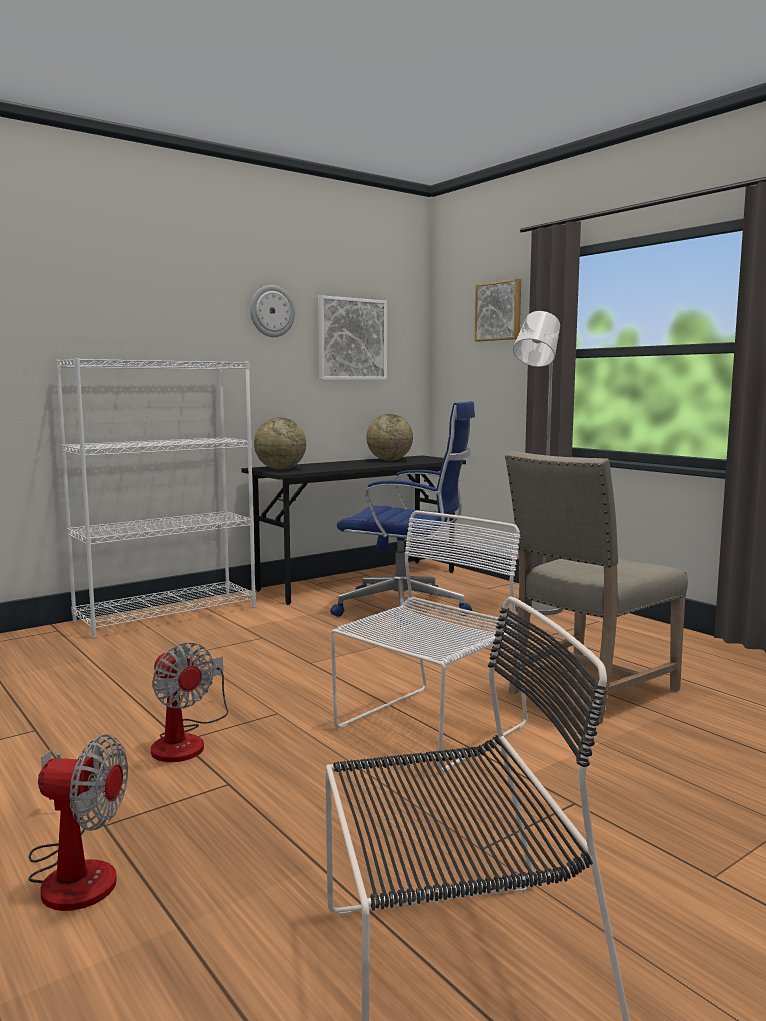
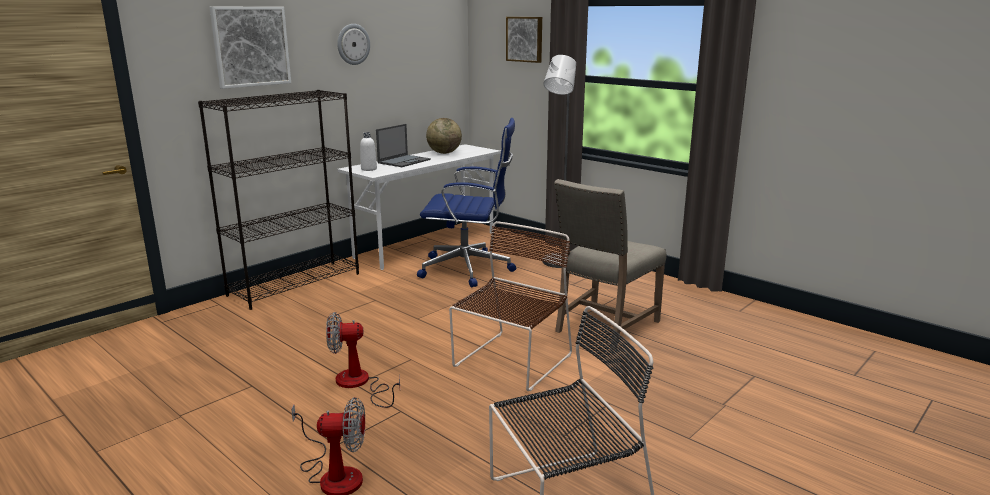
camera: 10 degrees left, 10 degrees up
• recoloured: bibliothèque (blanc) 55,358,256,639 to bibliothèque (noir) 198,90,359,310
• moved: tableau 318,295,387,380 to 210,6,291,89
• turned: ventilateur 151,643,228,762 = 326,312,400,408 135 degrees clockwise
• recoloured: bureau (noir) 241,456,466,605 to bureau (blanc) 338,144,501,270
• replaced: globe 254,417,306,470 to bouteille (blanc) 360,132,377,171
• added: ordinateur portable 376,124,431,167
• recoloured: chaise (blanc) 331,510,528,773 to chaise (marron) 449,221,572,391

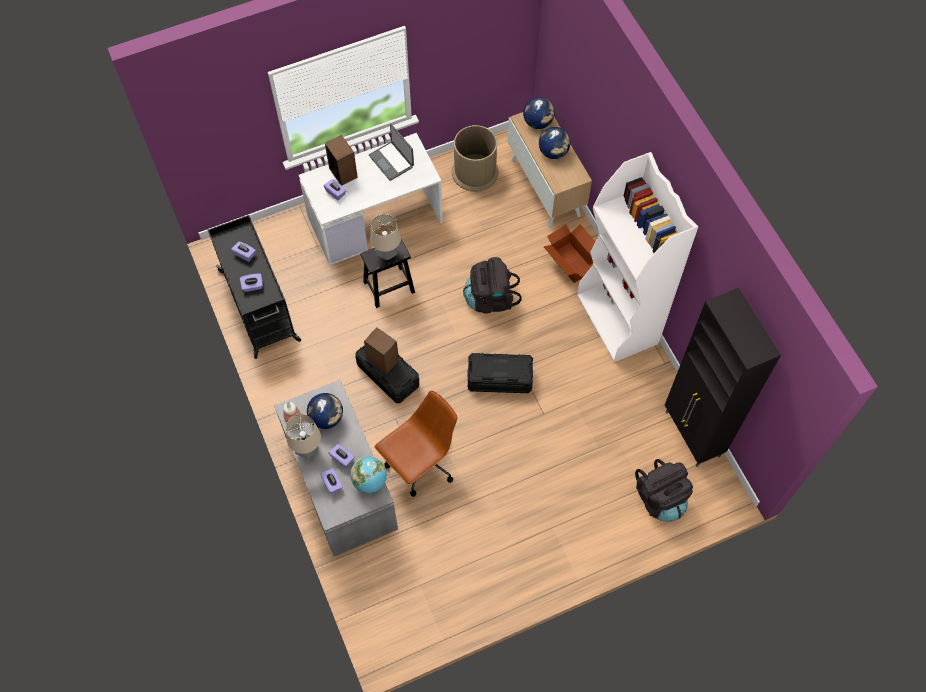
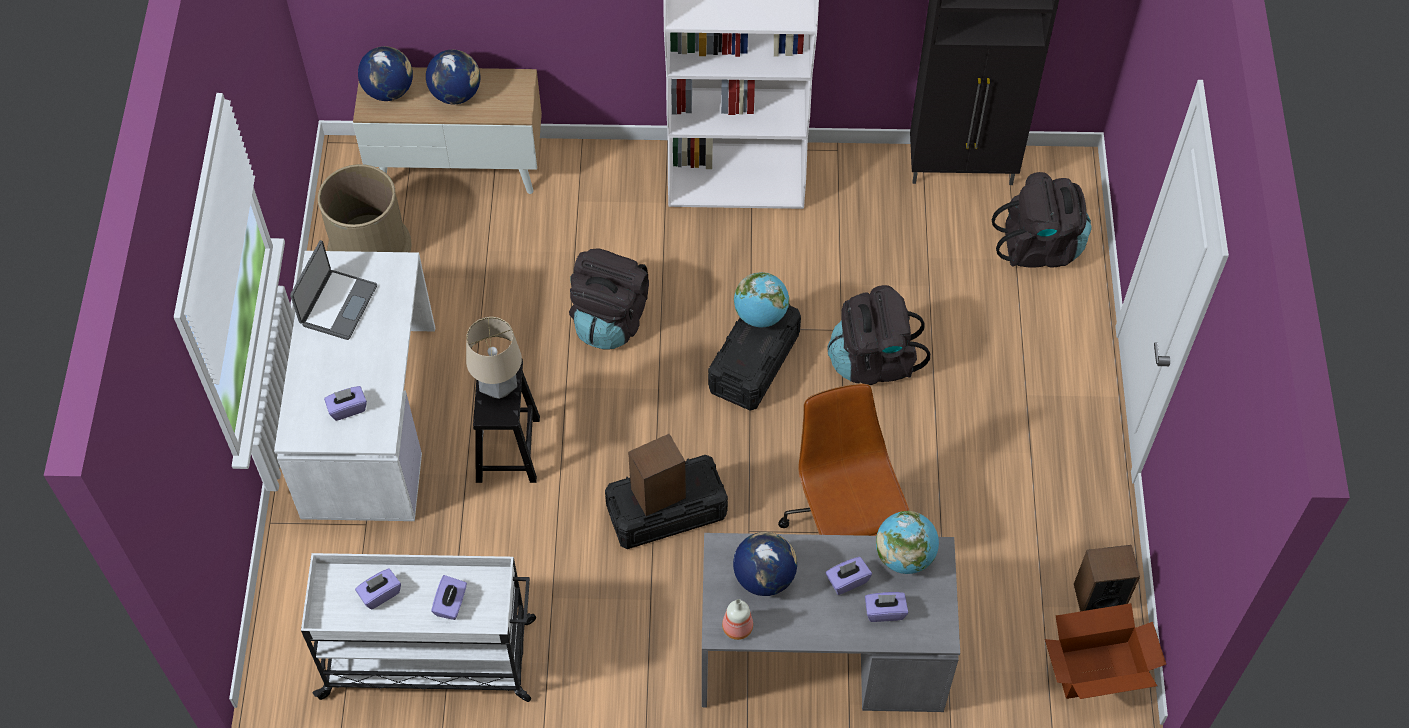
camera: 65 degrees left, 5 degrees down
• turned: ordinateur portable 369,124,414,181 = 290,240,377,340 60 degrees counterclockwise
• recoloured: chariot (noir) 208,215,301,359 to chariot (blanc) 301,553,536,702
• added: globe 734,272,789,327
• added: sac à dos (noir) 828,285,930,385
• moved: carton 544,224,596,283 to 1045,603,1166,699
• moved: enceinte 325,135,358,185 to 1074,545,1140,611
• removed: lampe de table 286,414,321,459

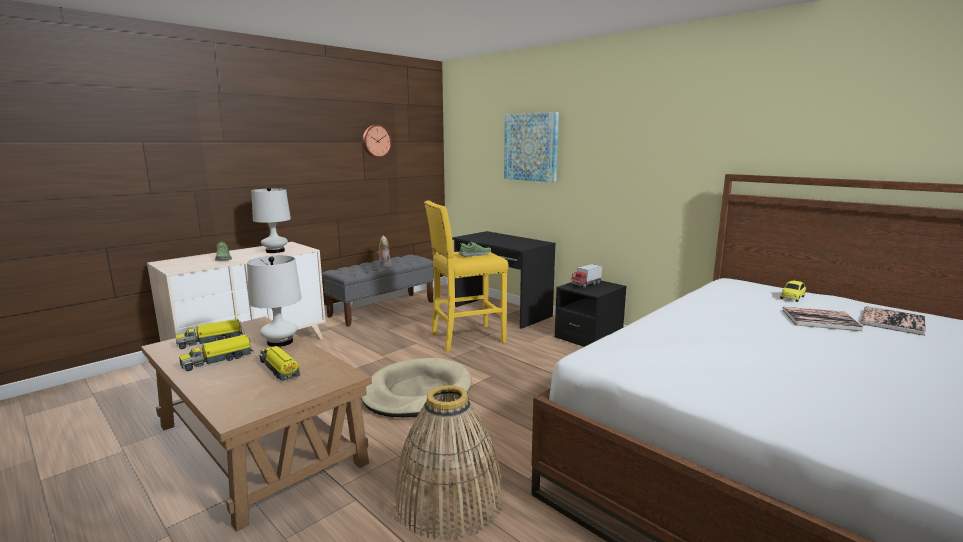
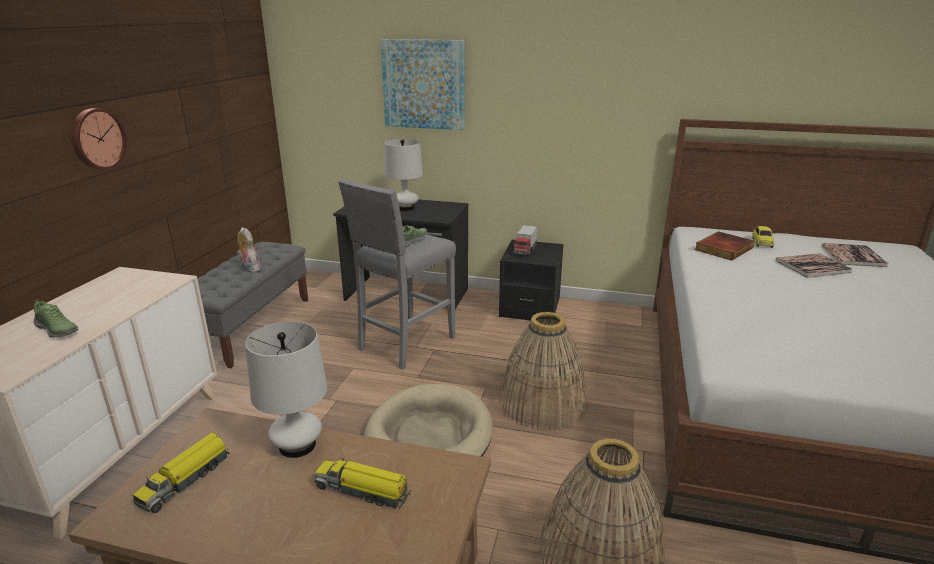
camera: 30 degrees left, 10 degrees up
• moved: horloge murale 363,125,392,158 to 71,108,127,170
• recoloured: tabouret (jaune) 424,200,509,352 to tabouret (gris) 338,178,456,370
• moved: lampe de table (blanc) 252,187,291,253 to 385,139,423,211
• added: panier 499,312,588,431
• added: livre 694,231,755,260
• removed: camion jouet 179,334,254,371

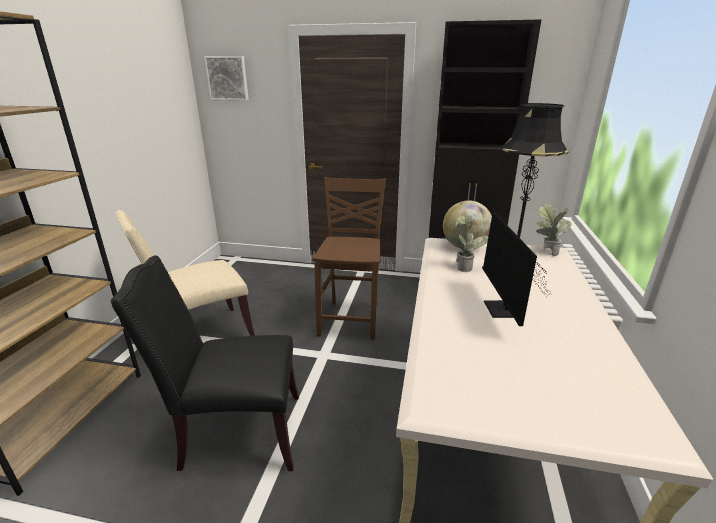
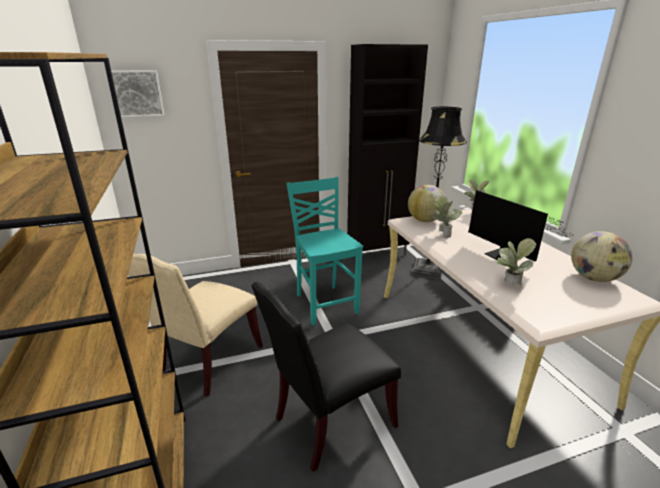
camera: 30 degrees left, 0 degrees up
• recoloured: chaise (marron) 313,177,386,340 to chaise (turquoise) 286,177,363,326
• added: plante en pot 497,238,536,285
• added: globe 571,231,633,282

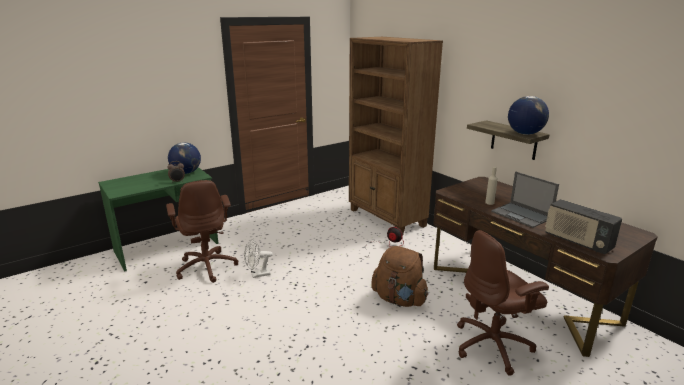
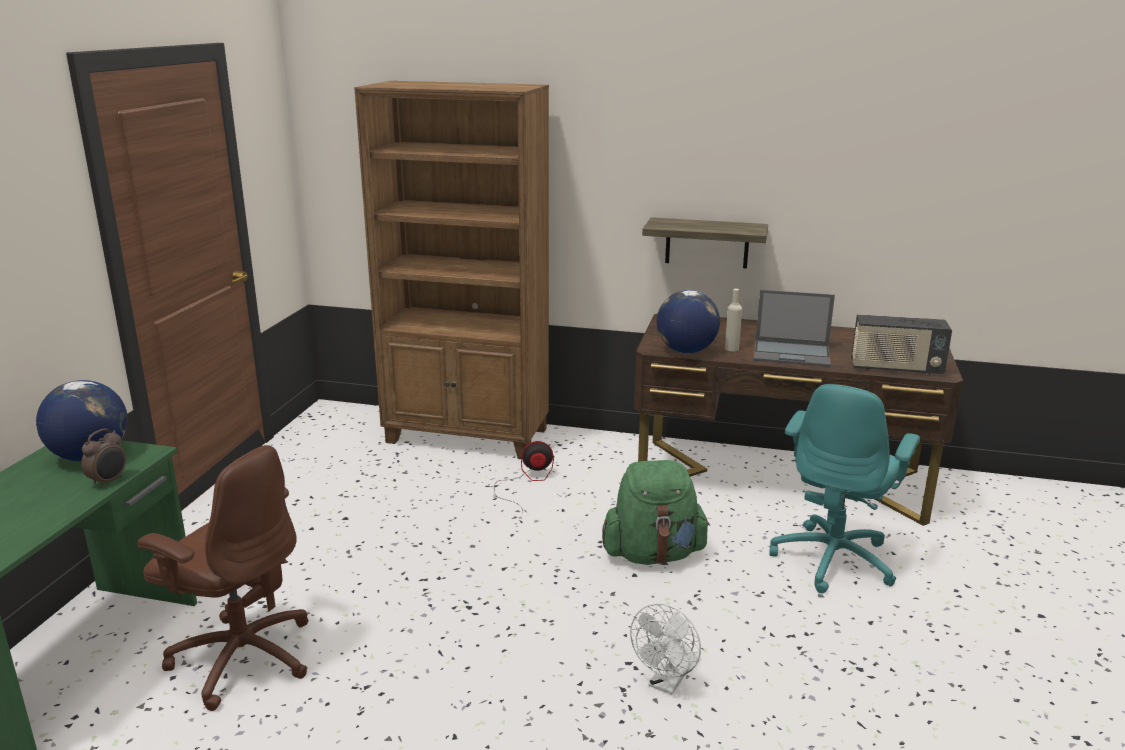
camera: 40 degrees left, 0 degrees up
• recoloured: sac à dos (marron) 371,246,428,307 to sac à dos (vert) 602,460,710,564
• moved: ventilateur (blanc) 244,239,273,278 to 630,604,701,695
• moved: globe 508,96,549,135 to 657,290,720,353
• recoloured: chaise de bureau (marron) 457,230,549,376 to chaise de bureau (turquoise) 769,384,920,593

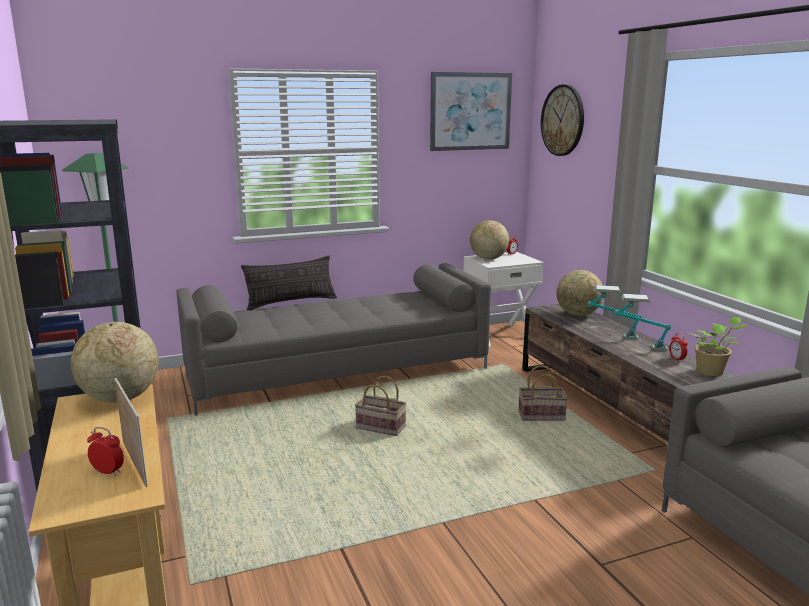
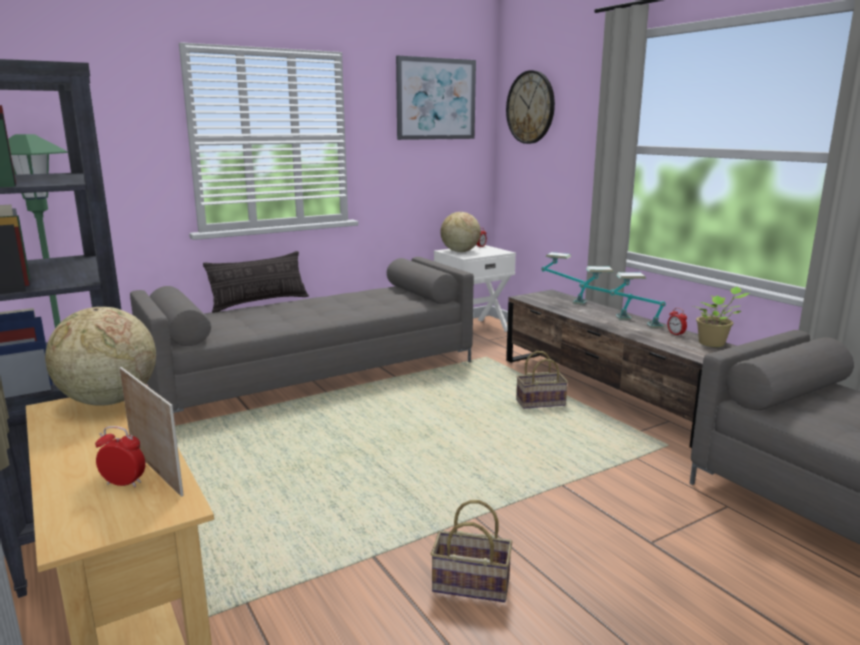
camera: 10 degrees left, 0 degrees up
• moved: panier 355,376,407,436 to 431,500,512,602
• replaced: globe 556,270,603,316 to lampe de table 541,252,589,304

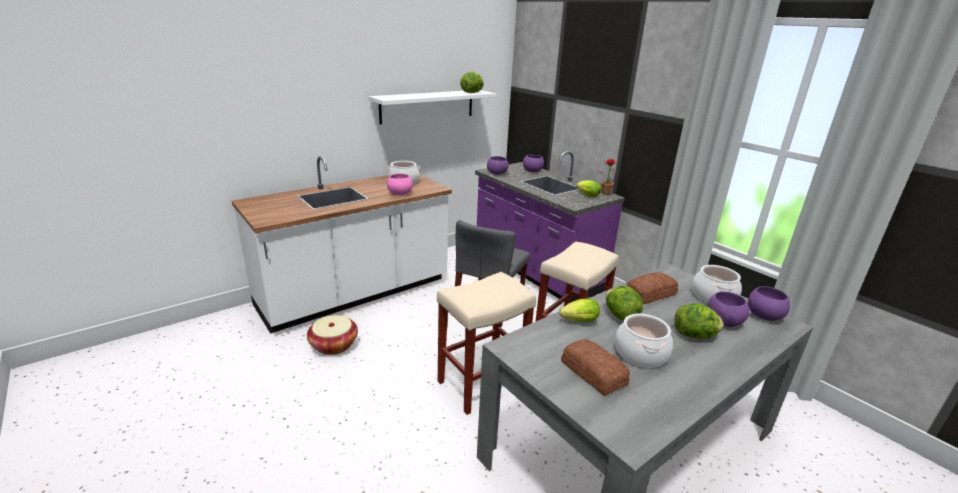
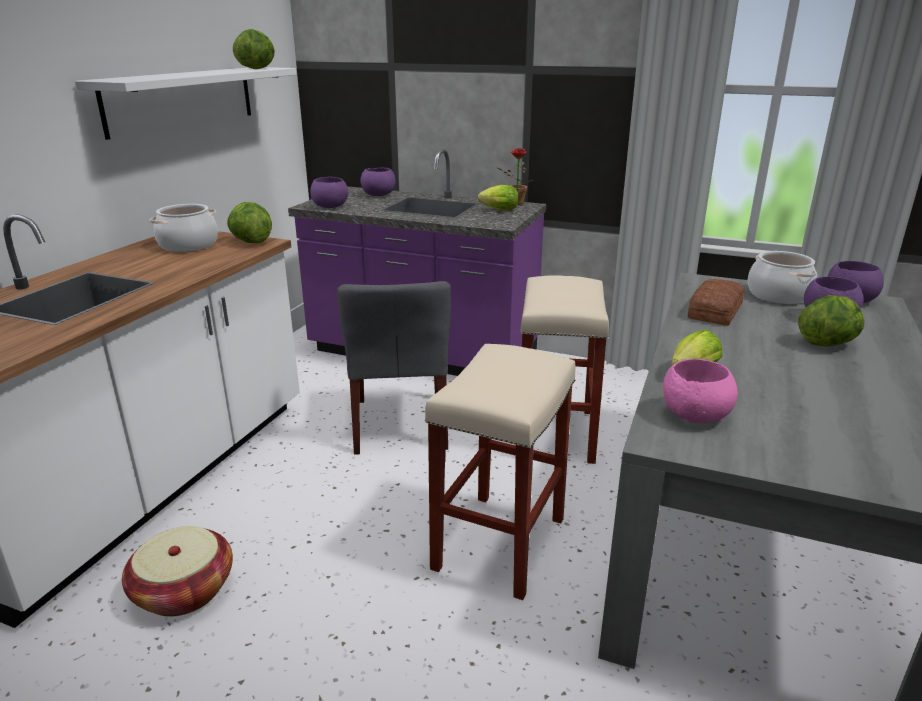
camera: 30 degrees left, 0 degrees up
• moved: laitue 605,286,643,321 to 227,202,272,243
• moved: bol (rose) 387,174,413,195 to 663,359,738,423
• removed: pain 561,339,630,396
• removed: marmite 615,314,673,368

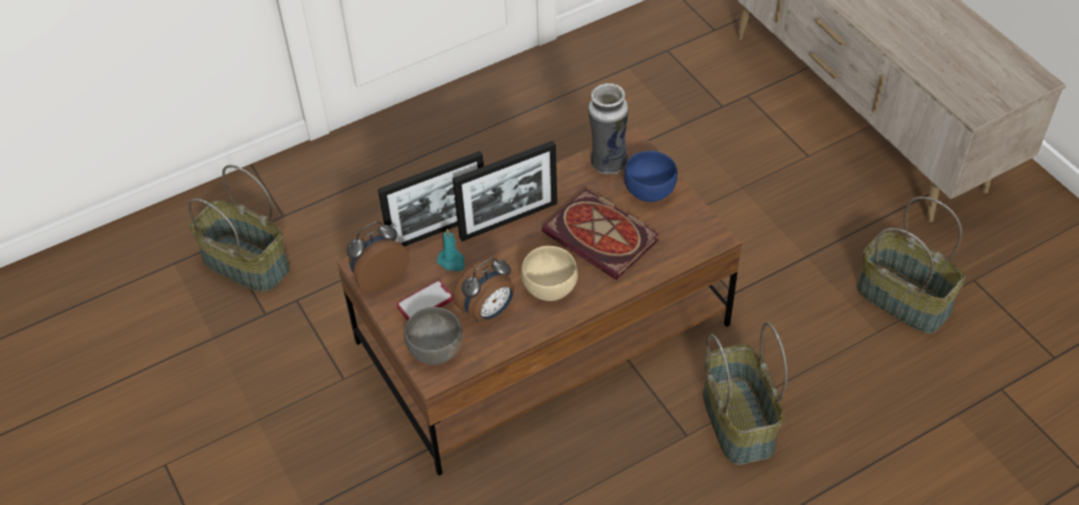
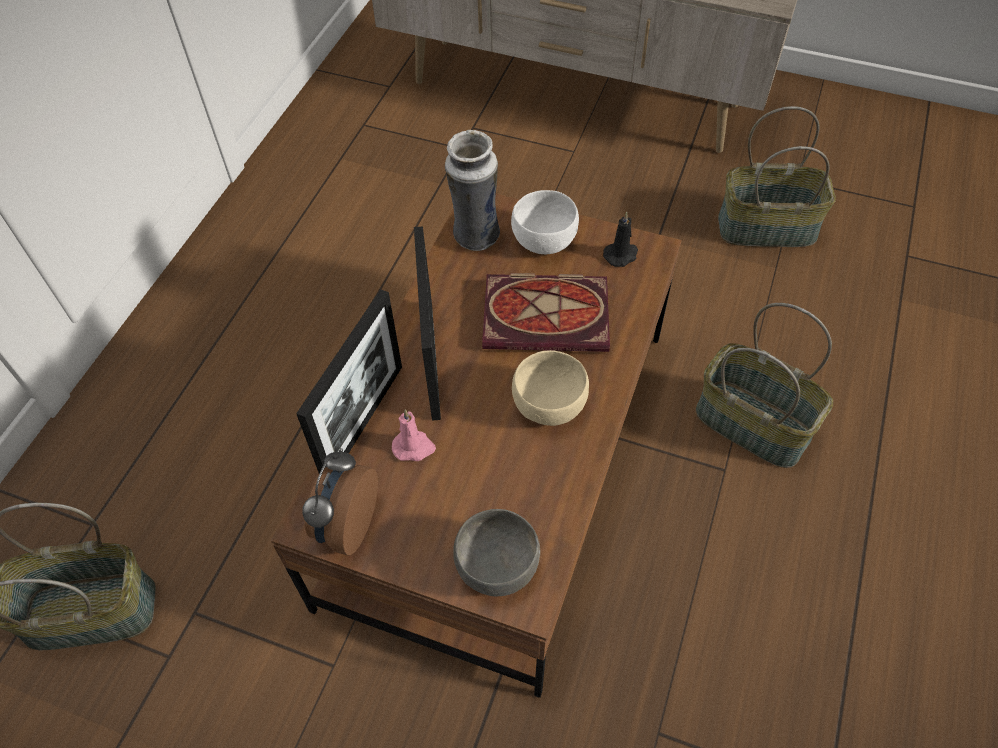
camera: 40 degrees left, 5 degrees up
• recoloured: bougie (turquoise) 437,228,464,271 to bougie (rose) 392,409,436,461
• turned: cadre photo 453,140,557,241 = 414,226,441,421 150 degrees clockwise
• recoloured: bol (bleu) 624,151,677,202 to bol (blanc) 511,190,579,254
• added: bougie (noir) 603,212,638,267
• removed: téléphone 397,280,453,320
• removed: réveil 453,258,514,322

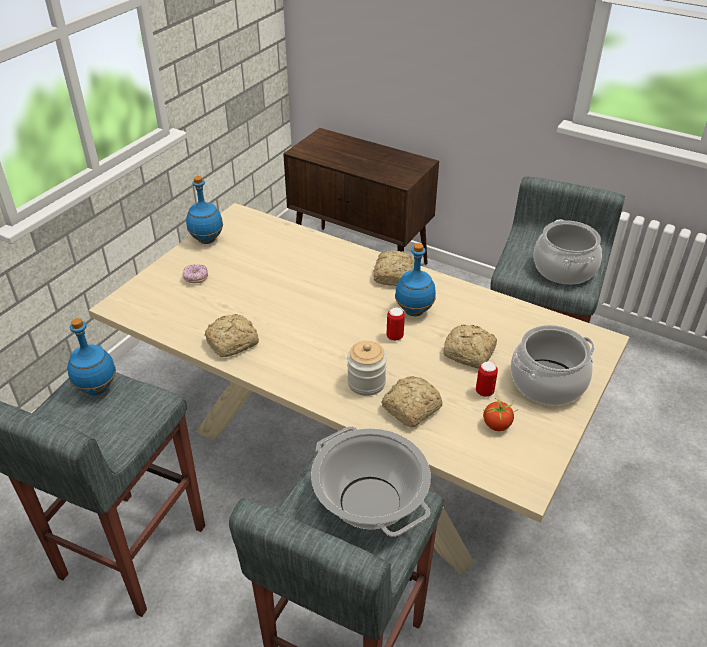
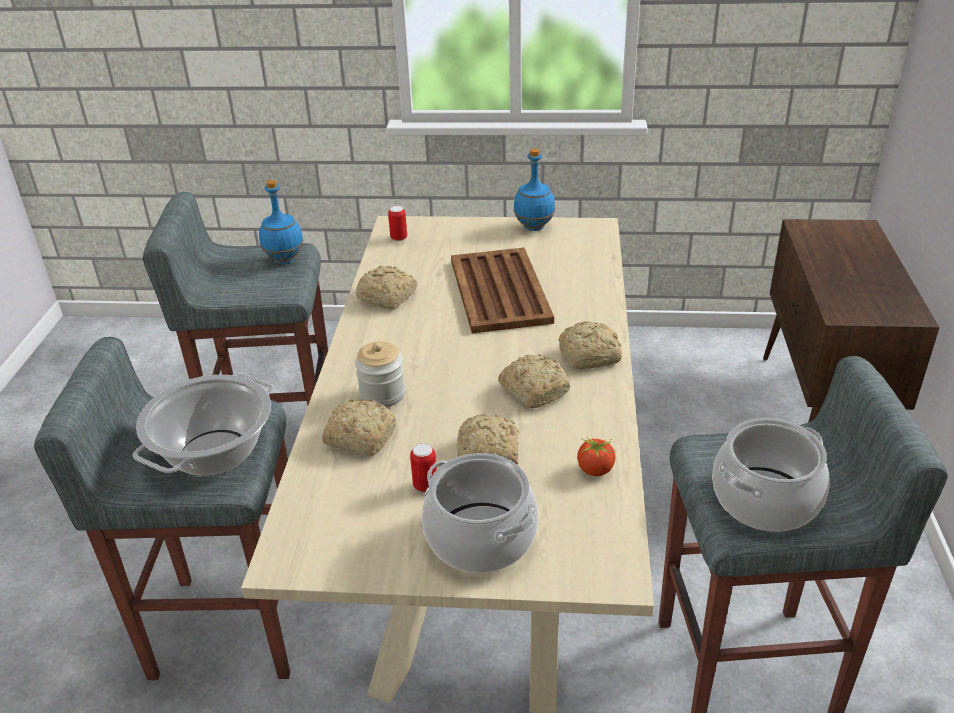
camera: 65 degrees right, 5 degrees down
• moved: boîte métallique 387,307,405,341 to 388,206,407,241
• added: plateau (marron) 451,248,554,333
• replaced: bouteille (bleu) 395,243,436,316 to pain 498,354,570,408
• moved: tomate 483,399,517,431 to 577,437,616,476
• removed: beignet 183,264,208,283

